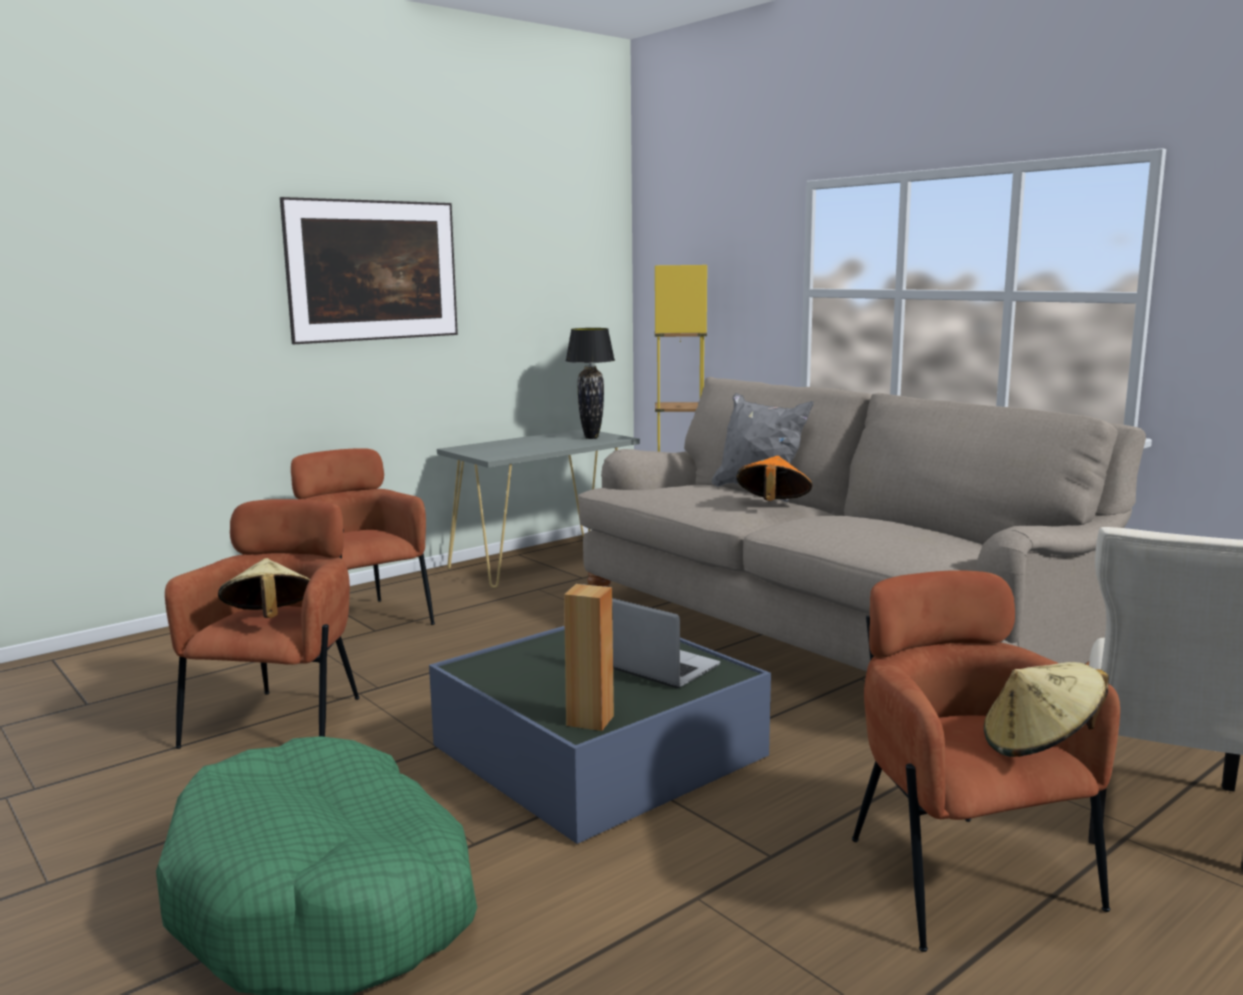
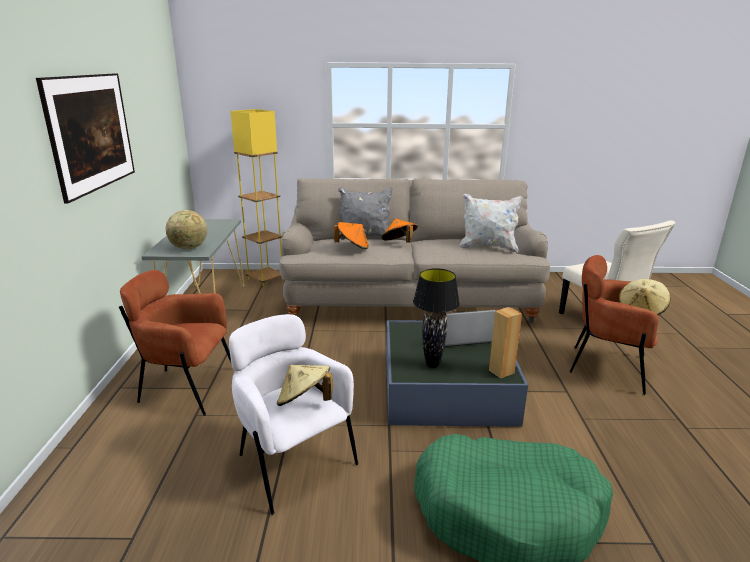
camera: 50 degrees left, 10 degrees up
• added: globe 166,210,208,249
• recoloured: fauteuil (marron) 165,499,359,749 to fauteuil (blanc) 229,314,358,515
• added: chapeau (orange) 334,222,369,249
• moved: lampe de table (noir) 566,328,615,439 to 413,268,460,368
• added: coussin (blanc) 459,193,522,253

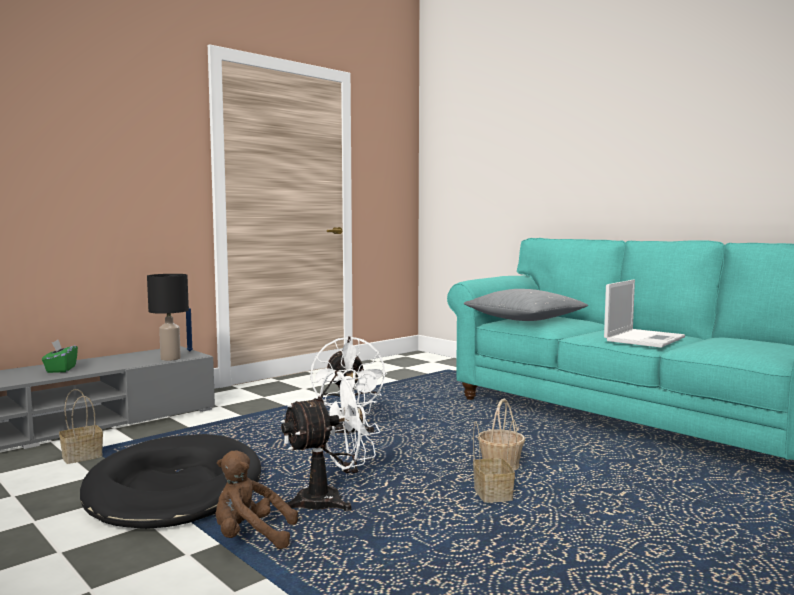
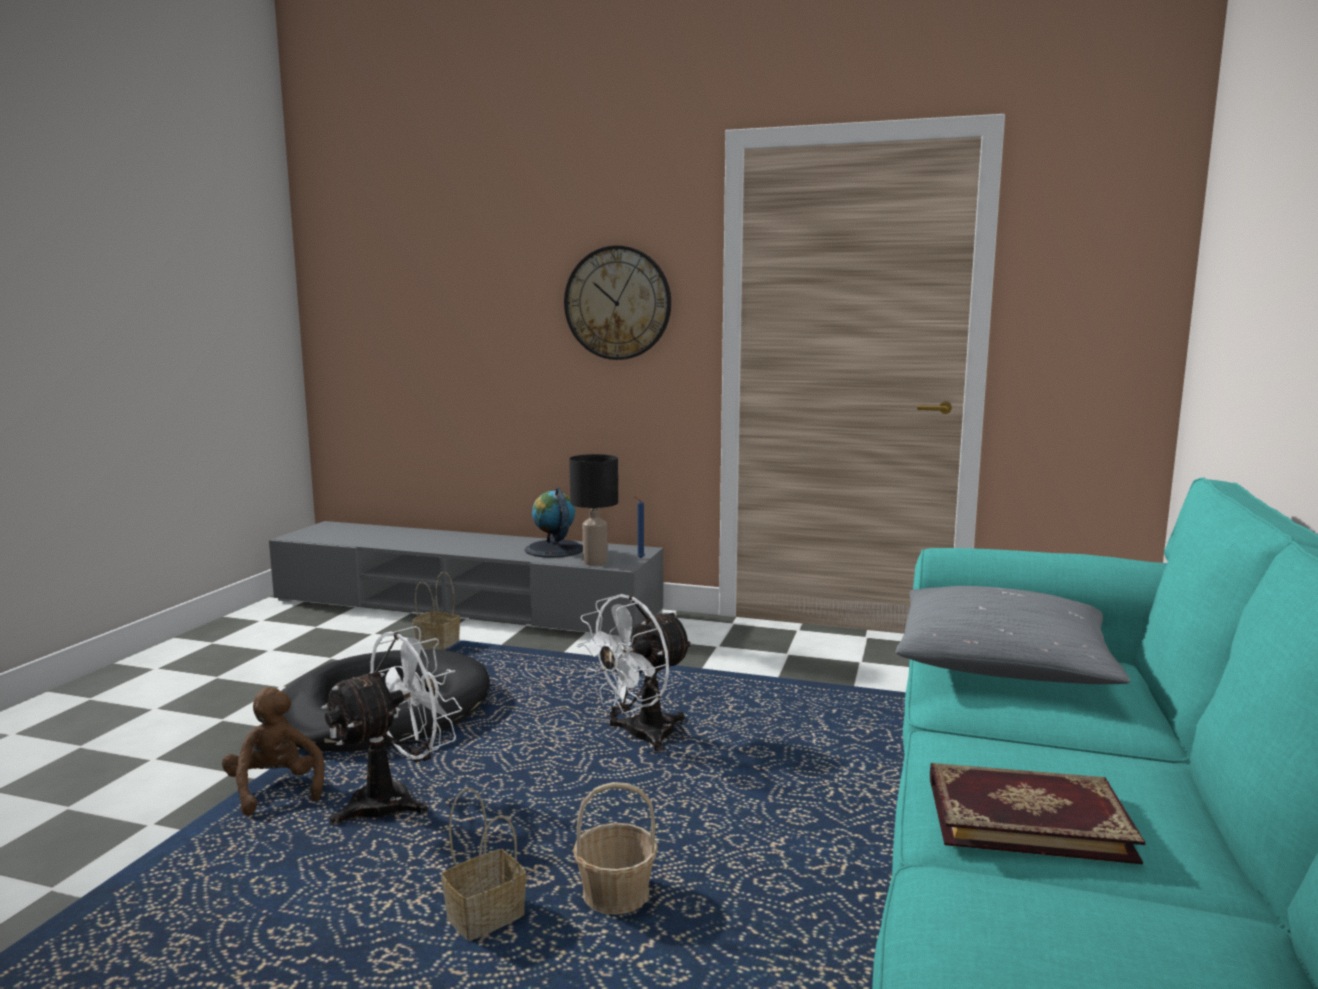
camera: 60 degrees right, 5 degrees up
• turned: ventilateur (blanc) 281,369,381,511 = 321,626,462,825 75 degrees counterclockwise
• added: globe 525,487,583,558
• added: horloge murale 564,245,671,360
• replaced: ordinateur portable 604,279,685,348 to livre 930,763,1145,864
• removed: boîte à mouchoirs (vert) 42,340,78,373

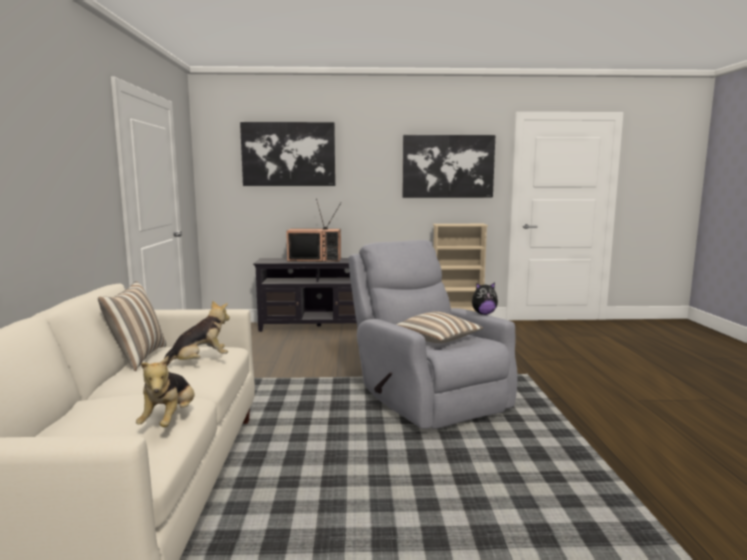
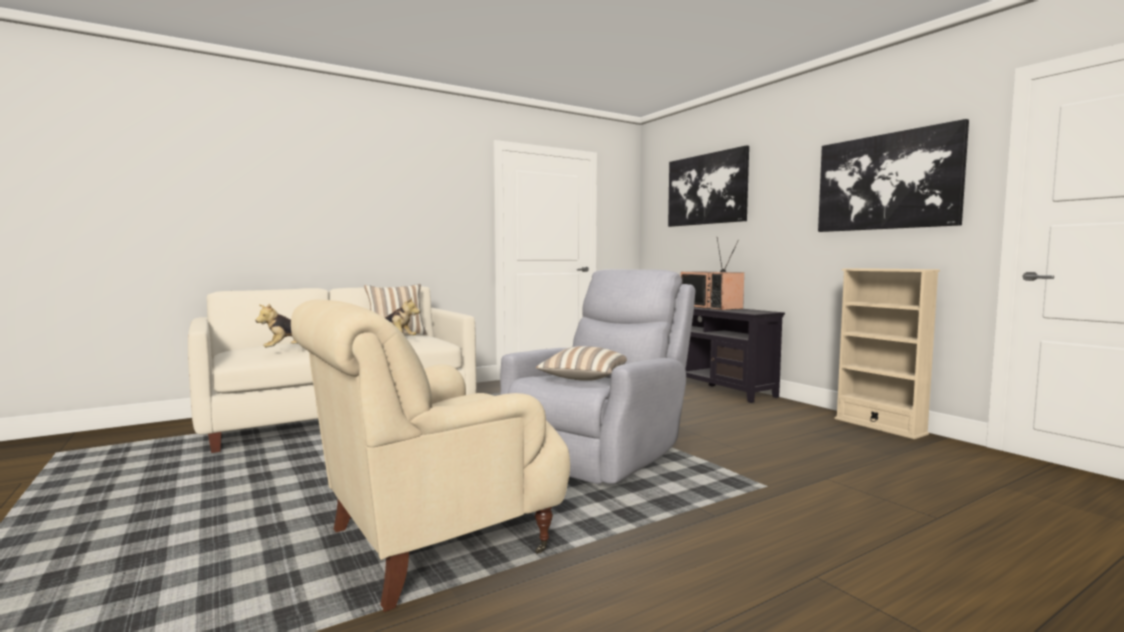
camera: 60 degrees right, 5 degrees down
• added: fauteuil (beige) 291,299,570,612
• removed: peluche 472,282,498,315

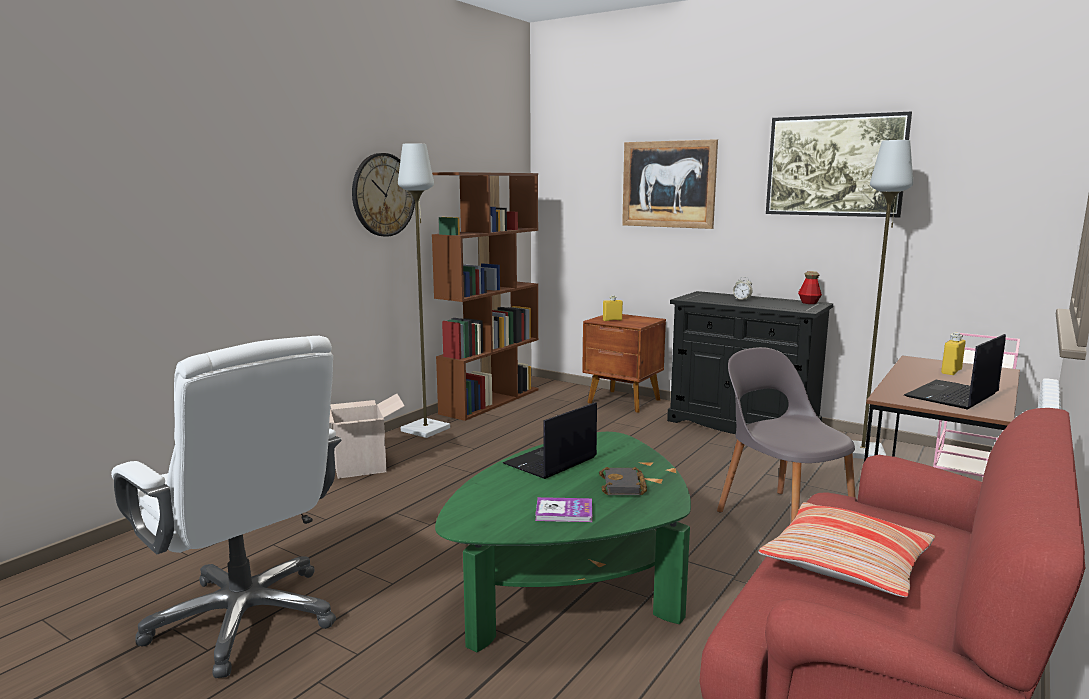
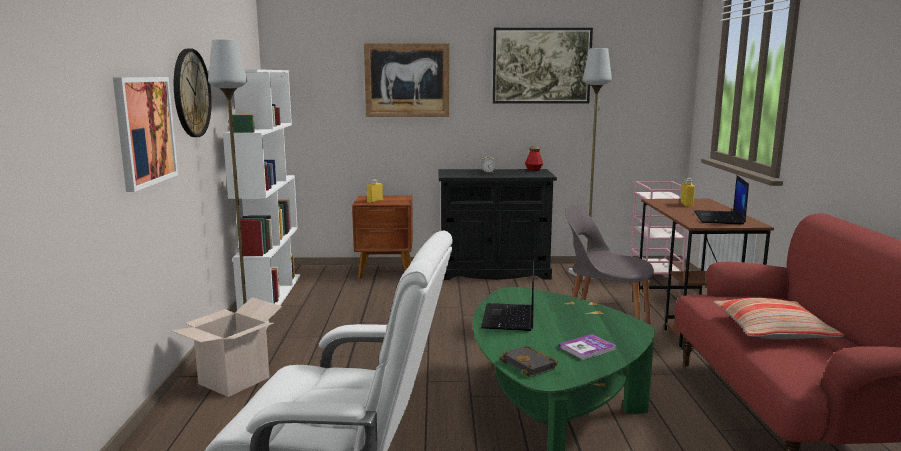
camera: 35 degrees left, 0 degrees up
• added: tableau 113,77,178,192
• recoloured: bibliothèque (marron) 432,172,539,421 to bibliothèque (blanc) 223,69,300,316
• moved: livre (noir) 599,467,647,495 to 500,345,558,377

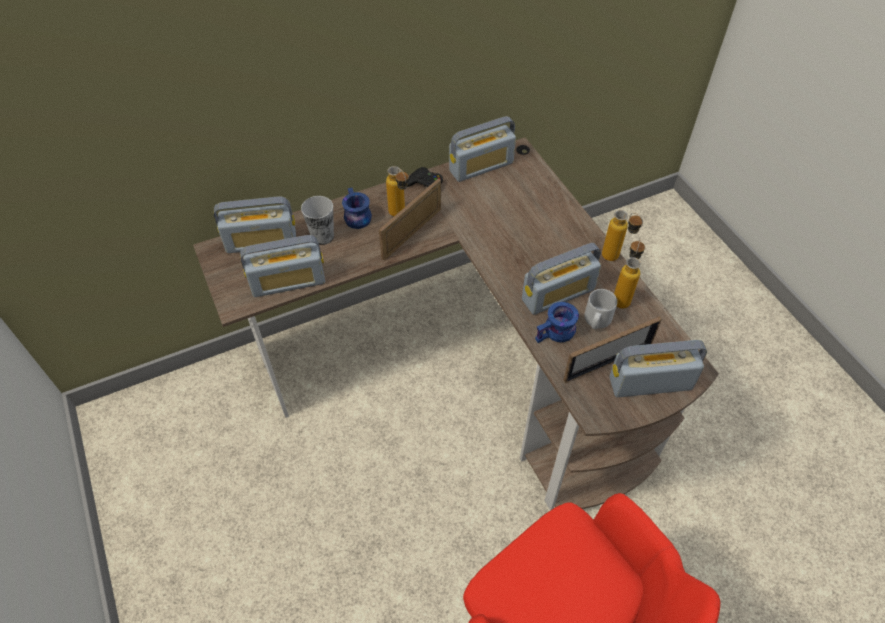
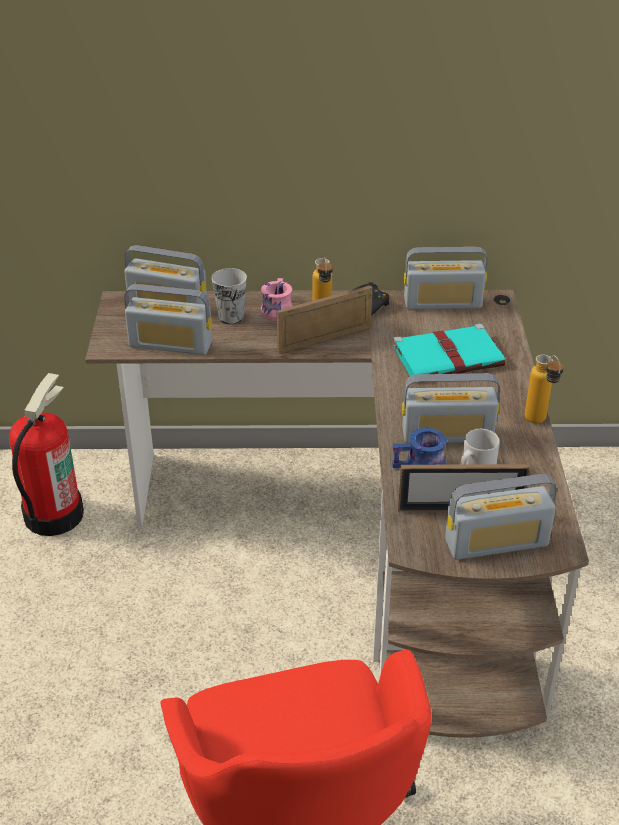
camera: 25 degrees right, 15 degrees down
• added: extincteur 9,373,84,536
• recoloured: mug (bleu) 342,188,372,229 to mug (rose) 261,278,292,321
• added: livre (turquoise) 393,324,506,376
• turned: radio 609,340,707,397 = 445,474,556,560 150 degrees clockwise
• removed: bouteille 614,238,645,309

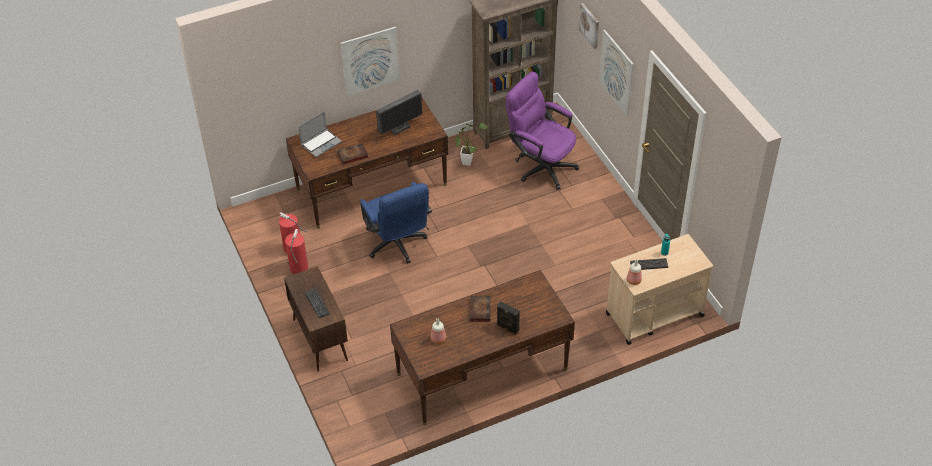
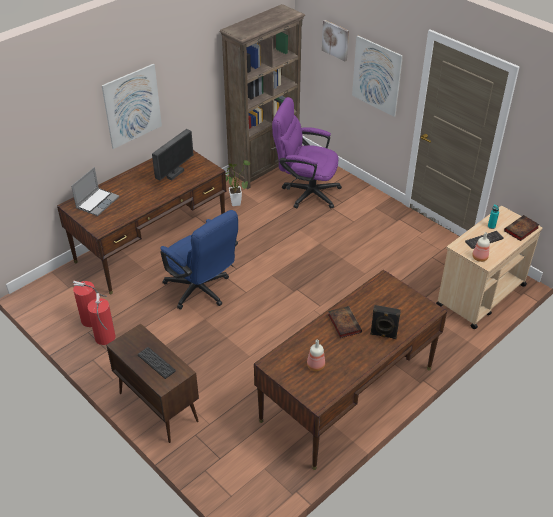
camera: 20 degrees left, 5 degrees down
• moved: livre 337,143,369,165 to 504,215,540,241

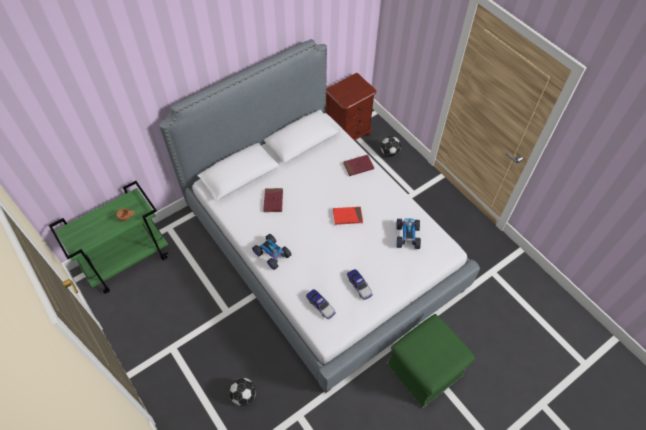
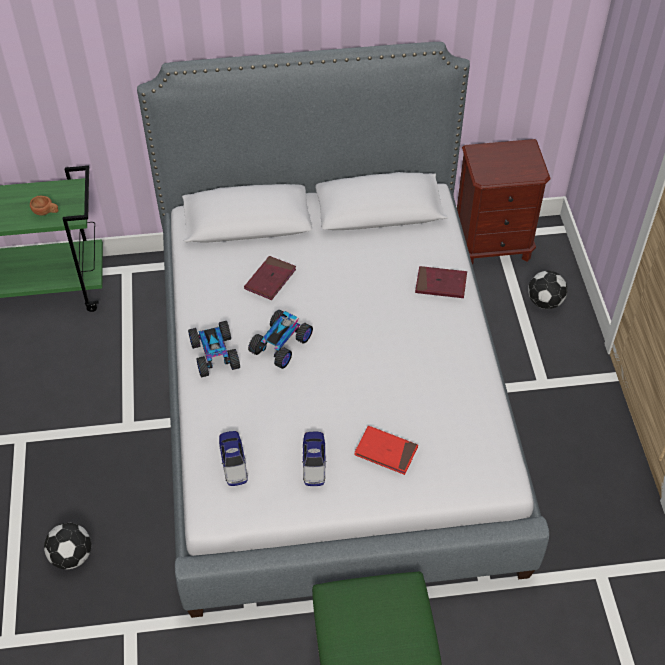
camera: 30 degrees right, 5 degrees down
• moved: petite voiture 396,218,421,249 to 248,310,313,369
• moved: livre (rouge) 333,207,363,225 to 354,426,418,475

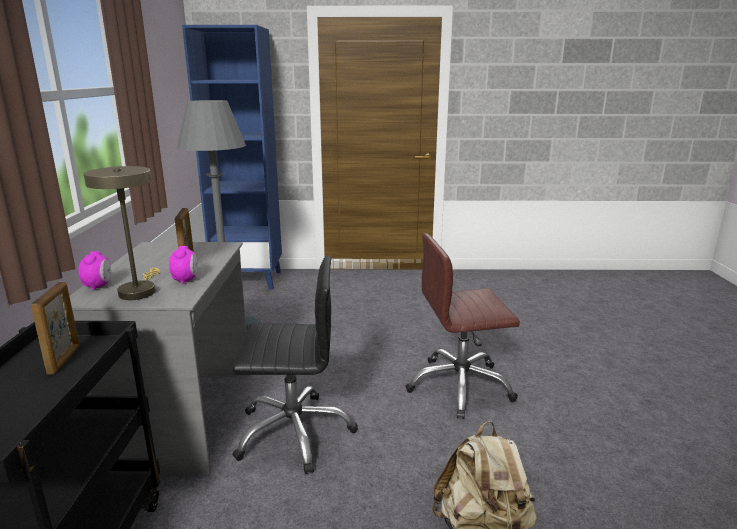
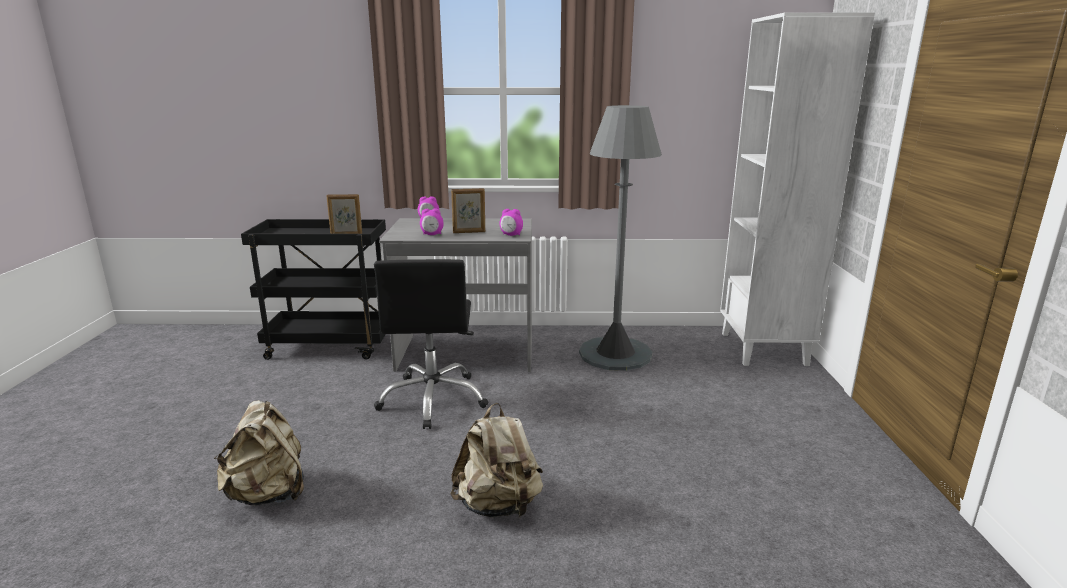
camera: 90 degrees right, 0 degrees up
• replaced: chaise de bureau (marron) 405,233,520,419 to sac à dos (beige) 450,403,543,517
• added: réveil 499,209,523,236
• recoloured: bibliothèque (bleu) 182,25,282,289 to bibliothèque (blanc) 720,12,875,366
• removed: lampe de table (beige) 84,166,160,300

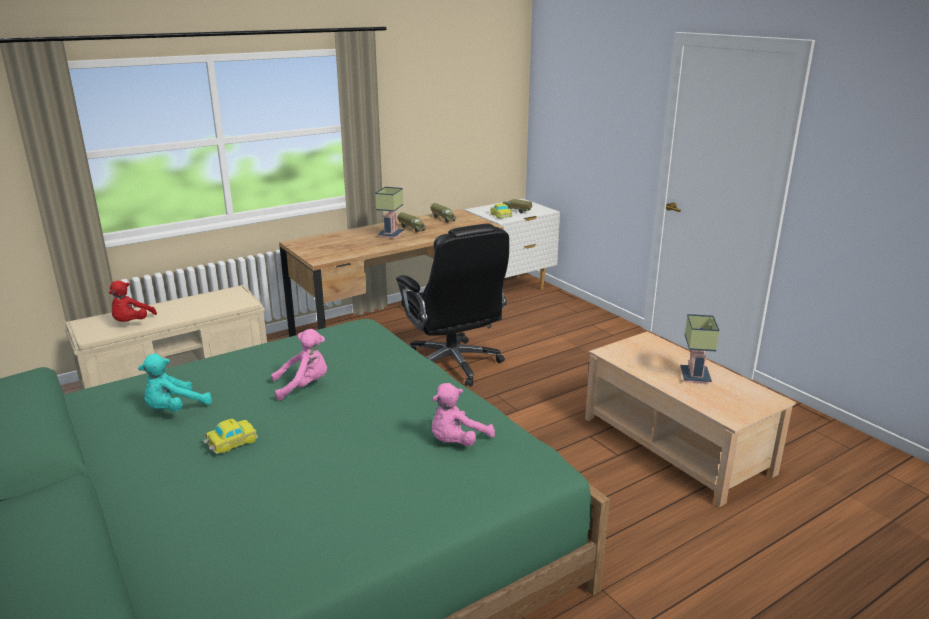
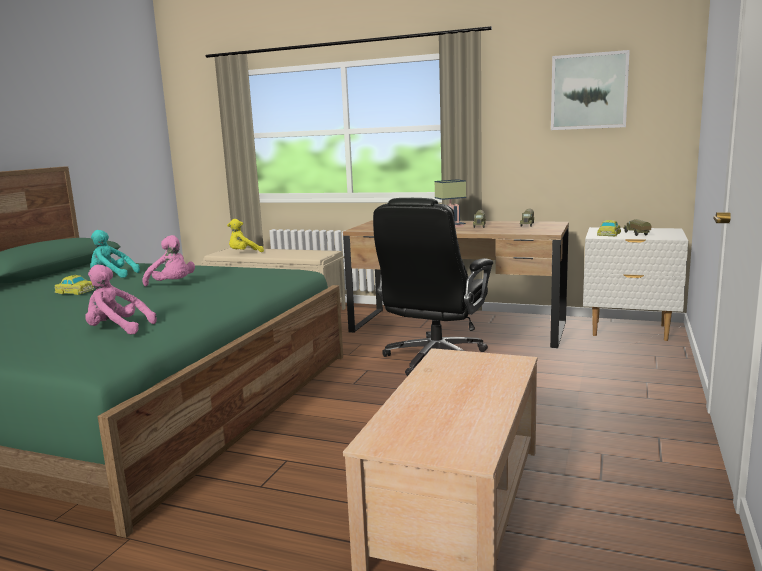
camera: 55 degrees right, 10 degrees down
• recoloured: peluche (rouge) 109,281,157,322 to peluche (jaune) 227,219,264,252
• added: tableau 551,50,630,130
• removed: lampe de table 680,314,719,384

